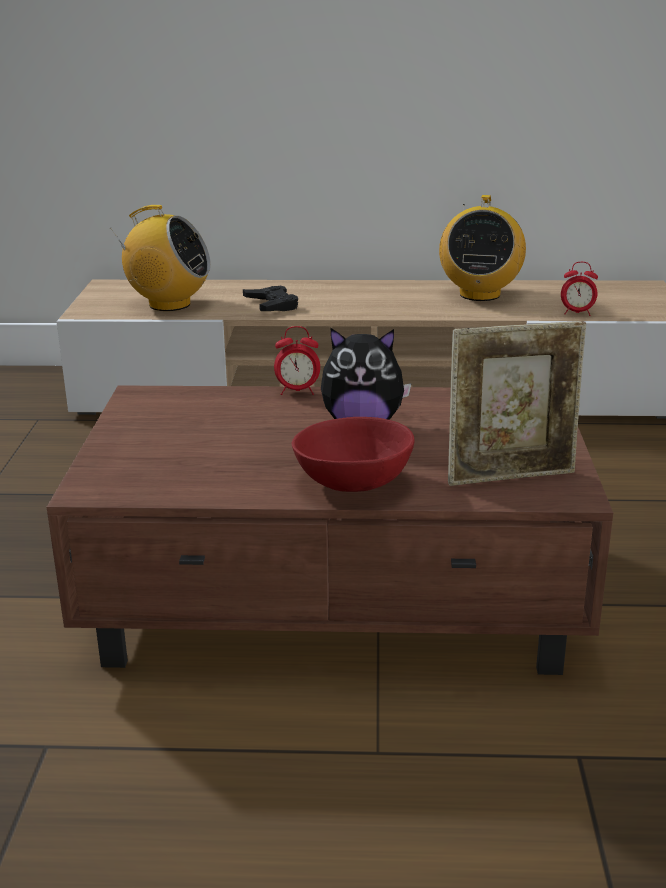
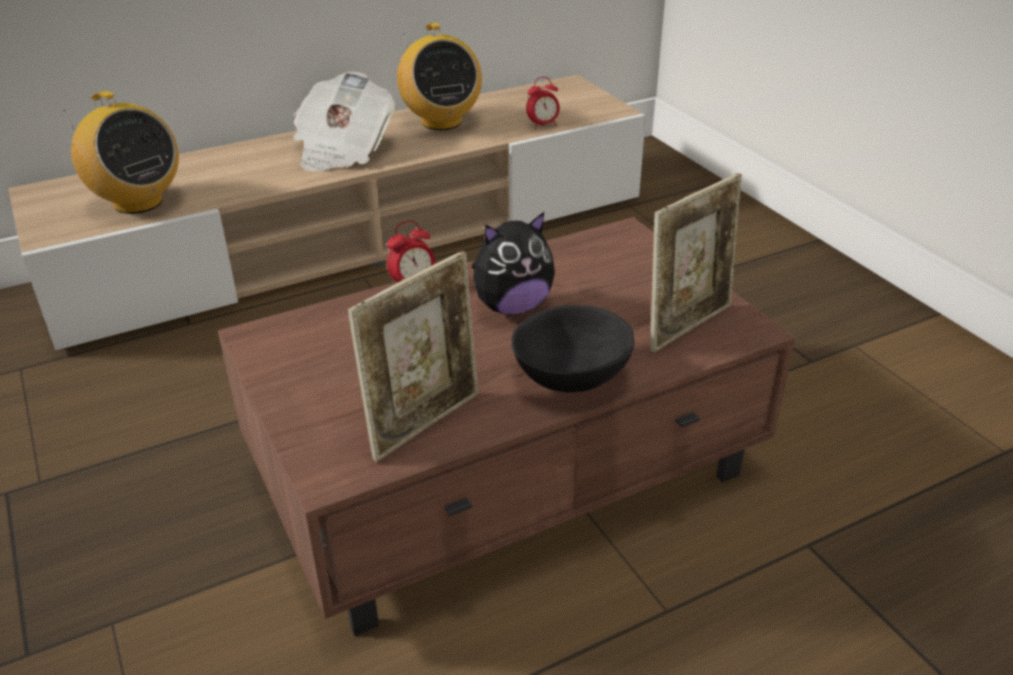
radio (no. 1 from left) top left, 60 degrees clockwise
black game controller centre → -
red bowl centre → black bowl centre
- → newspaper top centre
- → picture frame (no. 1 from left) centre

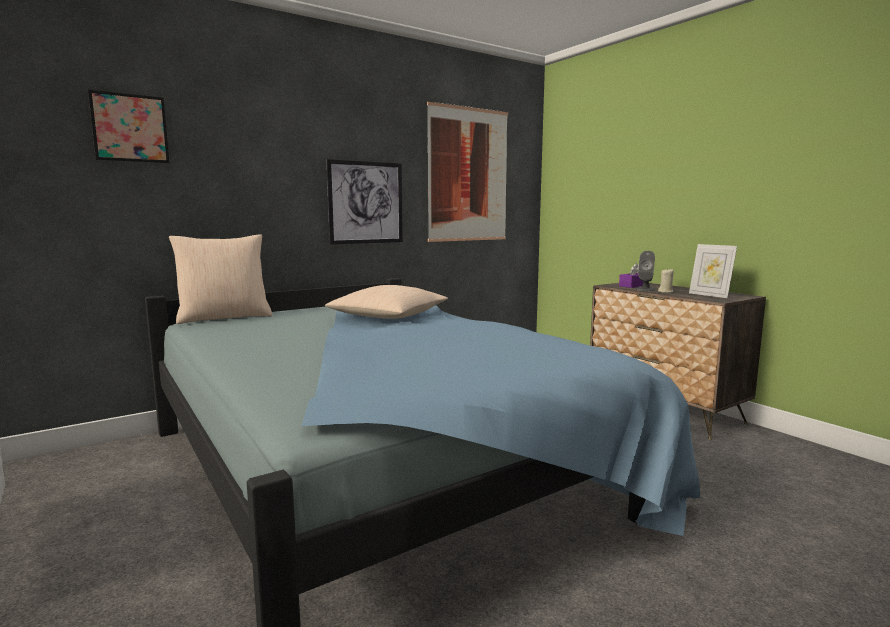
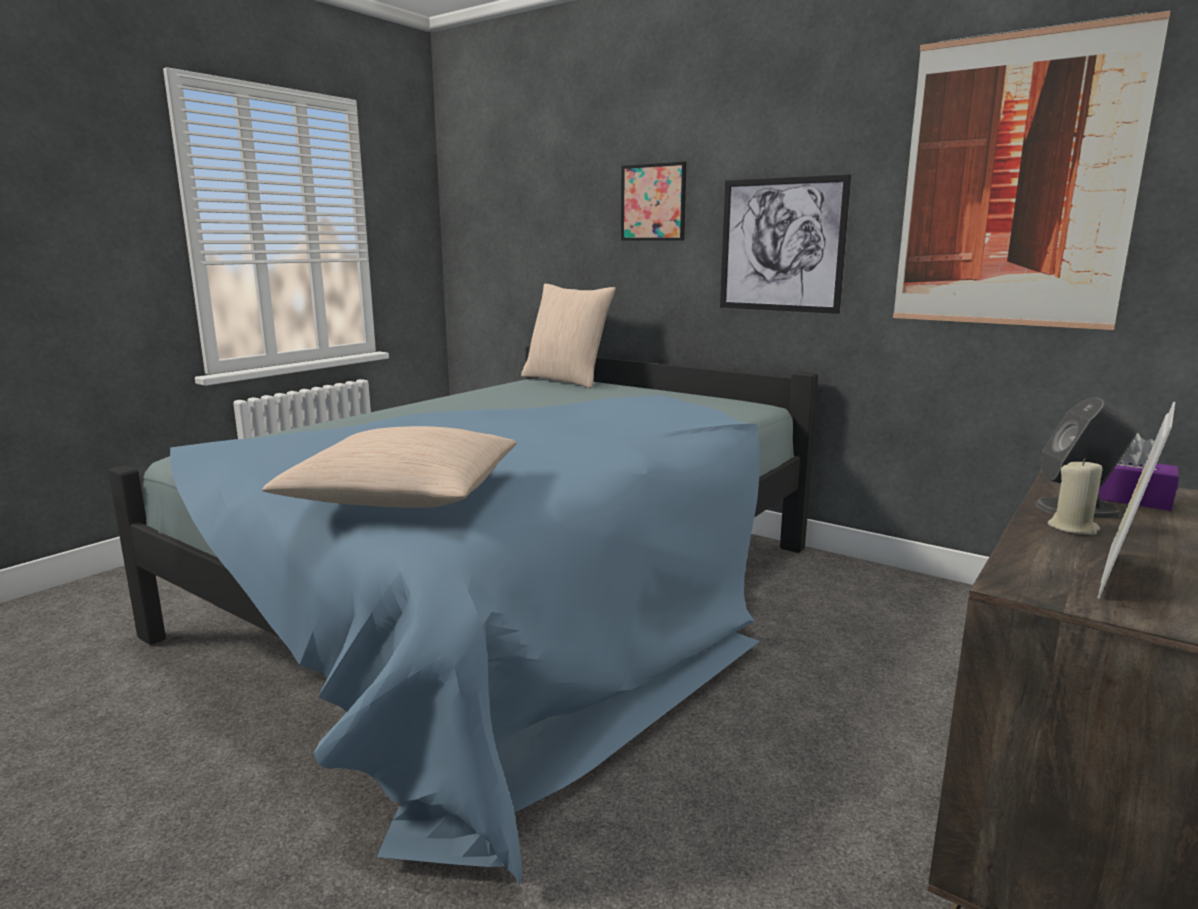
picture (no. 1 from left) top left → picture (no. 1 from left) top centre, relocated
beige pillow (no. 2 from left in the first image) centre → beige pillow (no. 1 from left) middle left, relocated

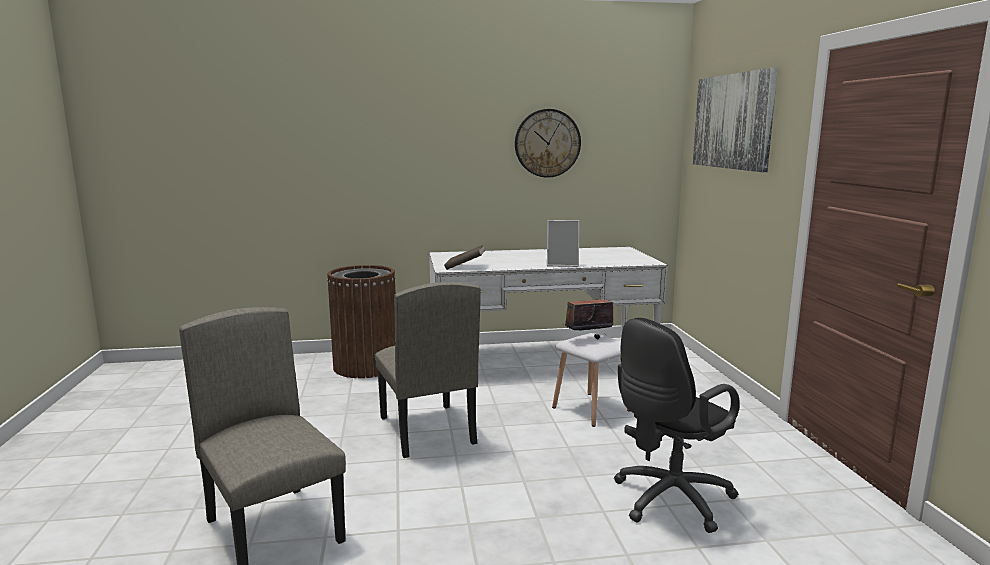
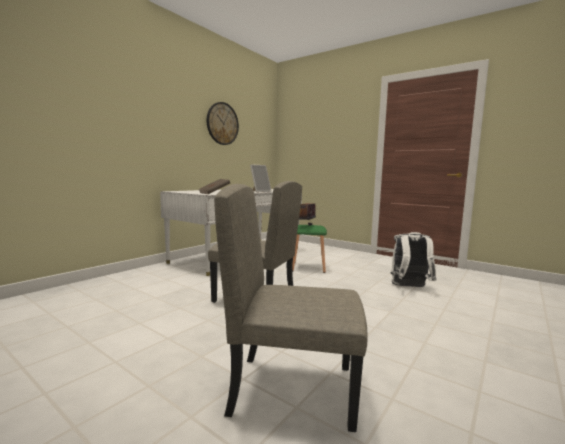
picture top right → -
brown trash can centre → -
black office chair bottom right → white backpack middle right
white stool bottom centre → green stool centre

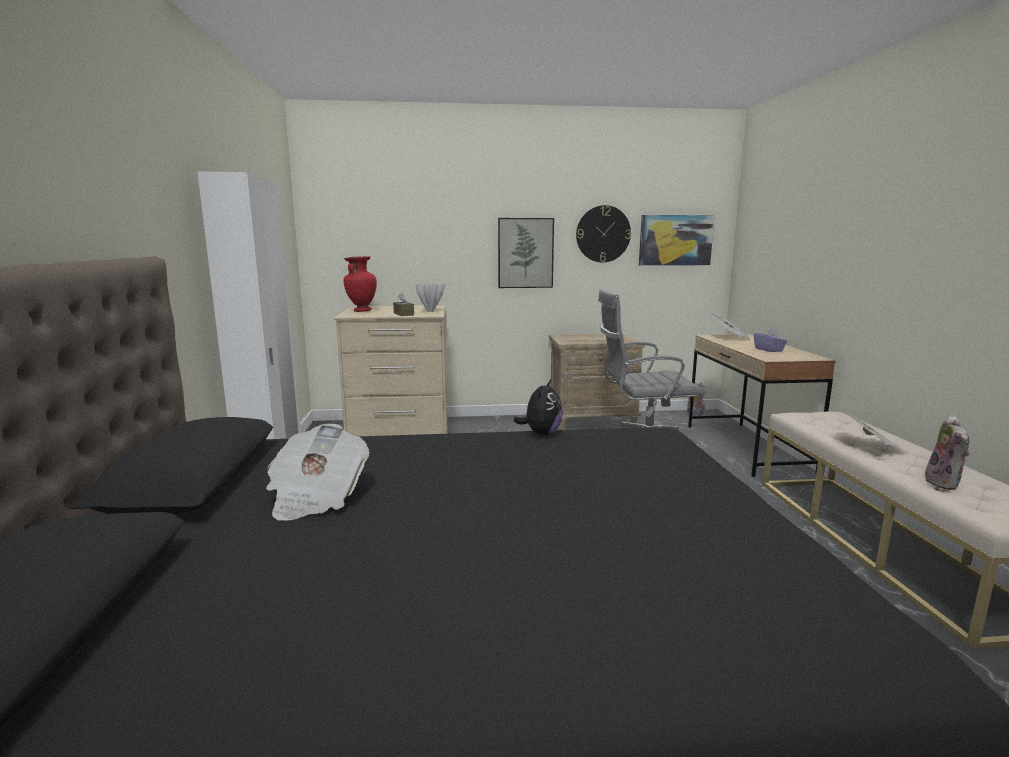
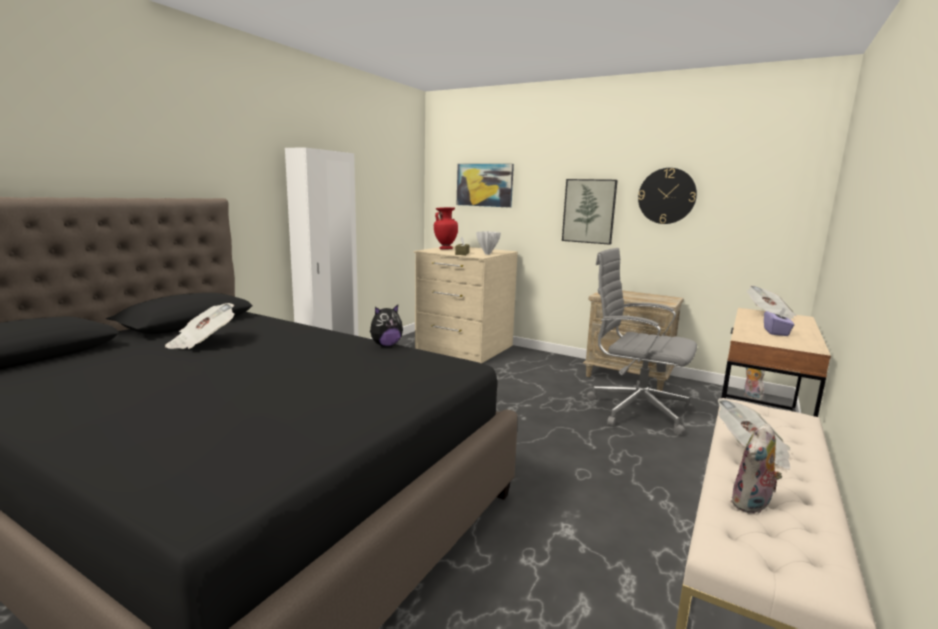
picture (no. 2 from left in the first image) top right → picture (no. 1 from left) top centre, relocated

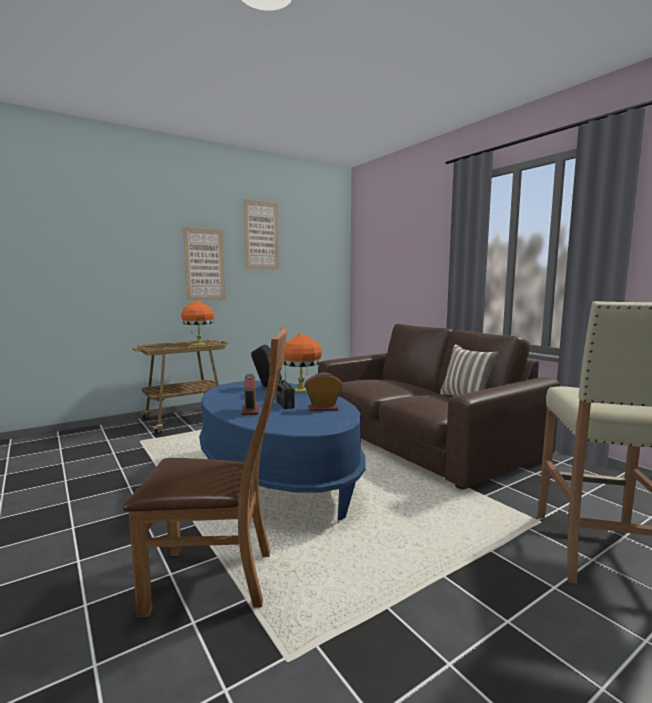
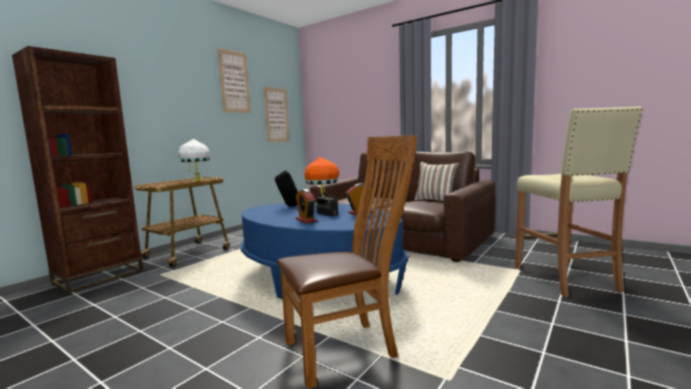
picture (no. 1 from left in the first image) middle left → picture (no. 2 from left) top centre, relocated
orange table lamp (no. 1 from left) middle left → white table lamp middle left
- → brown bookcase middle left

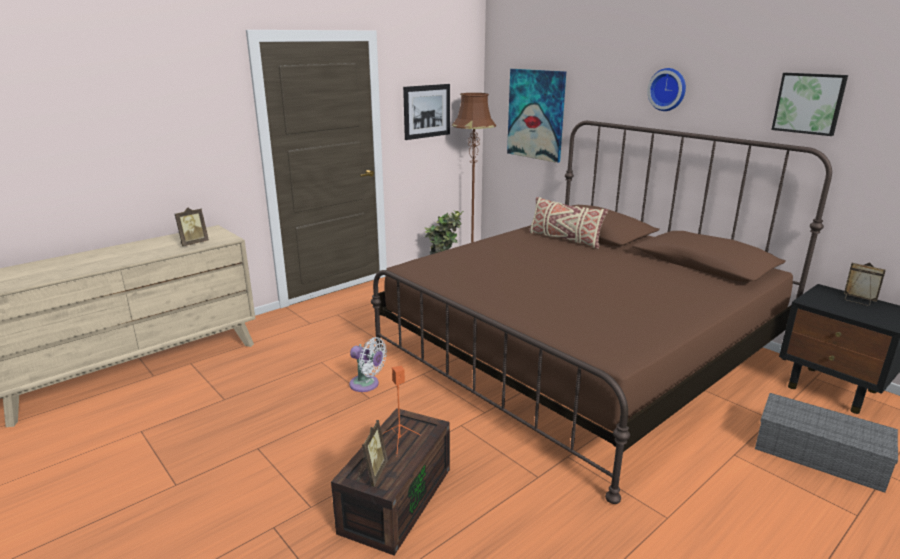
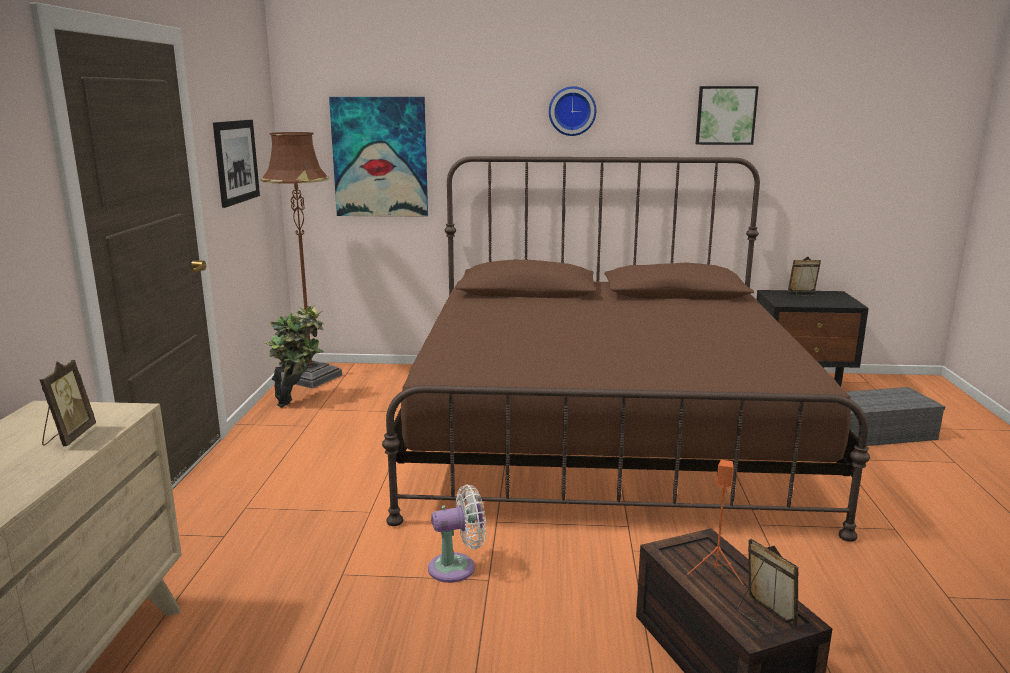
beige pillow centre → -

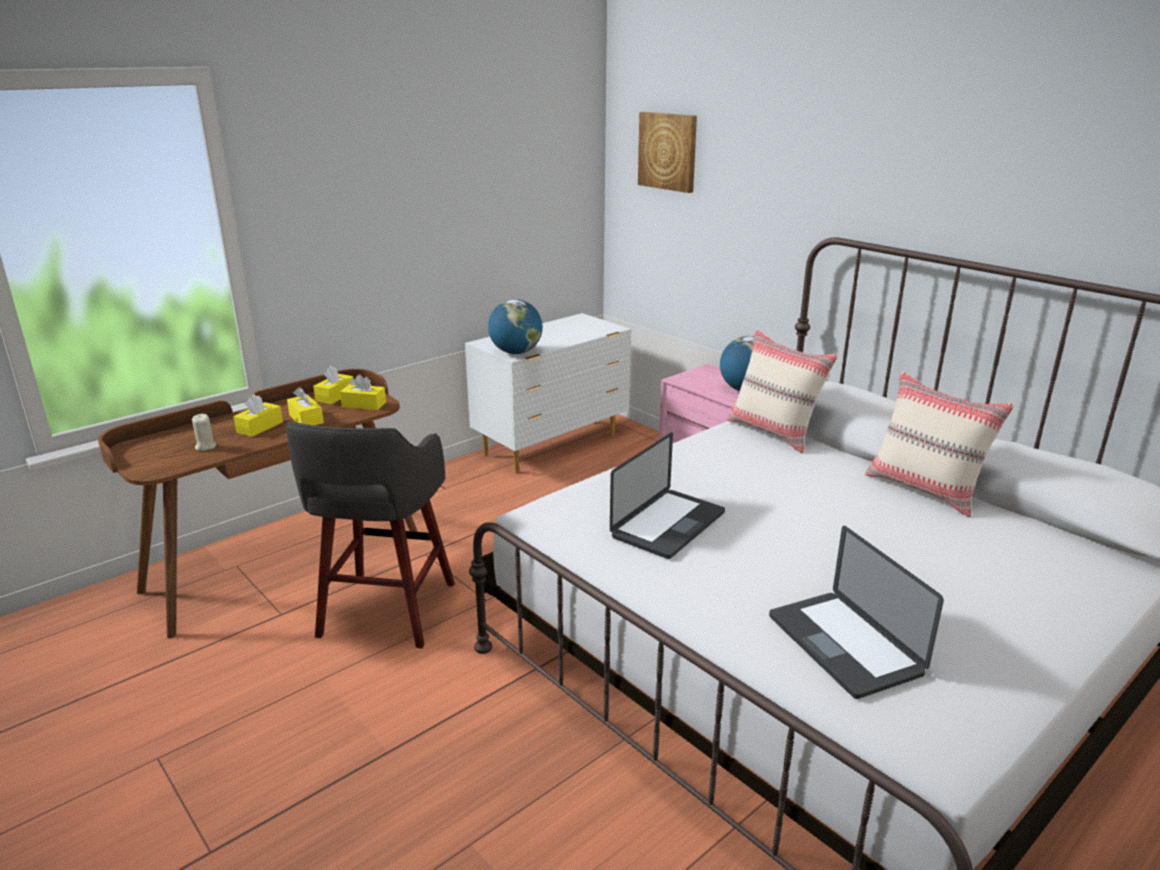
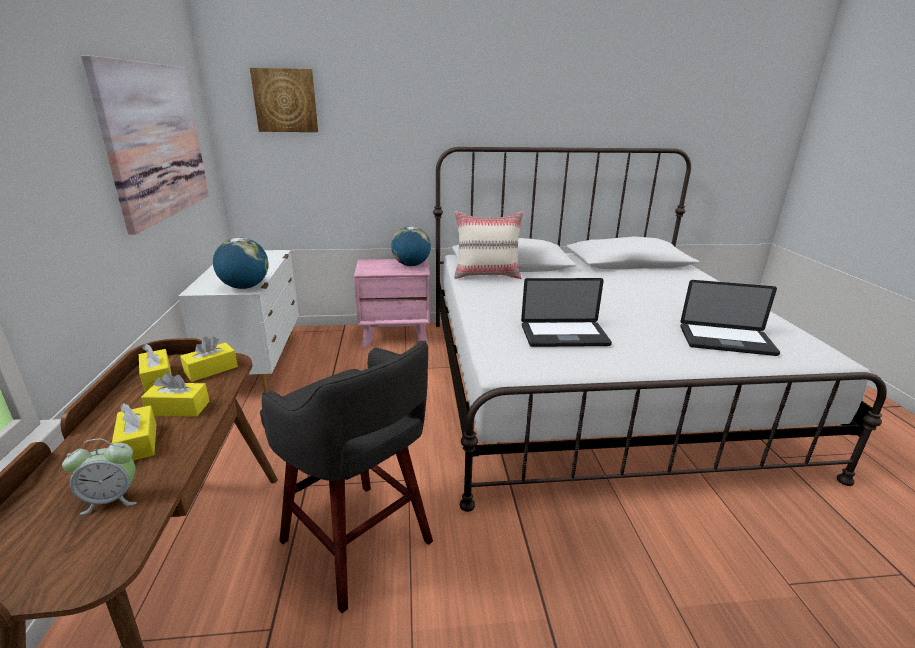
beige pillow (no. 2 from left) middle right → -
beige candle middle left → alarm clock bottom left
laptop (no. 1 from left) centre, 105 degrees clockwise
- → picture (no. 1 from left) top left

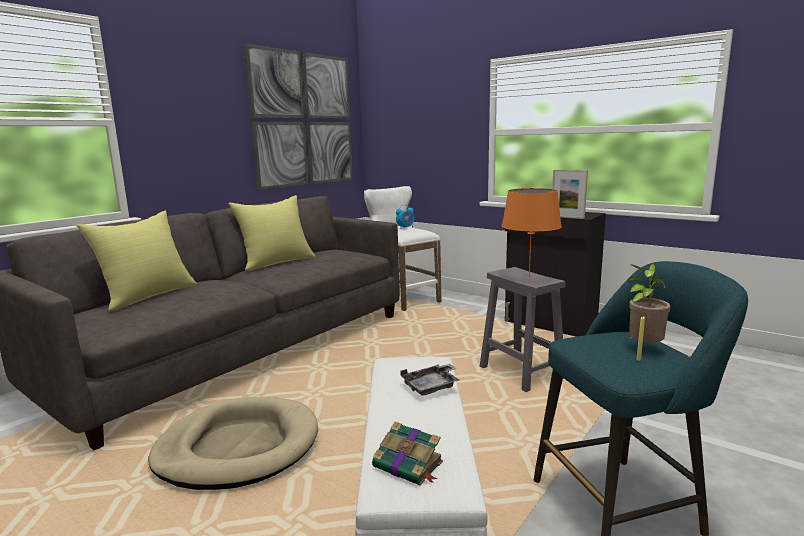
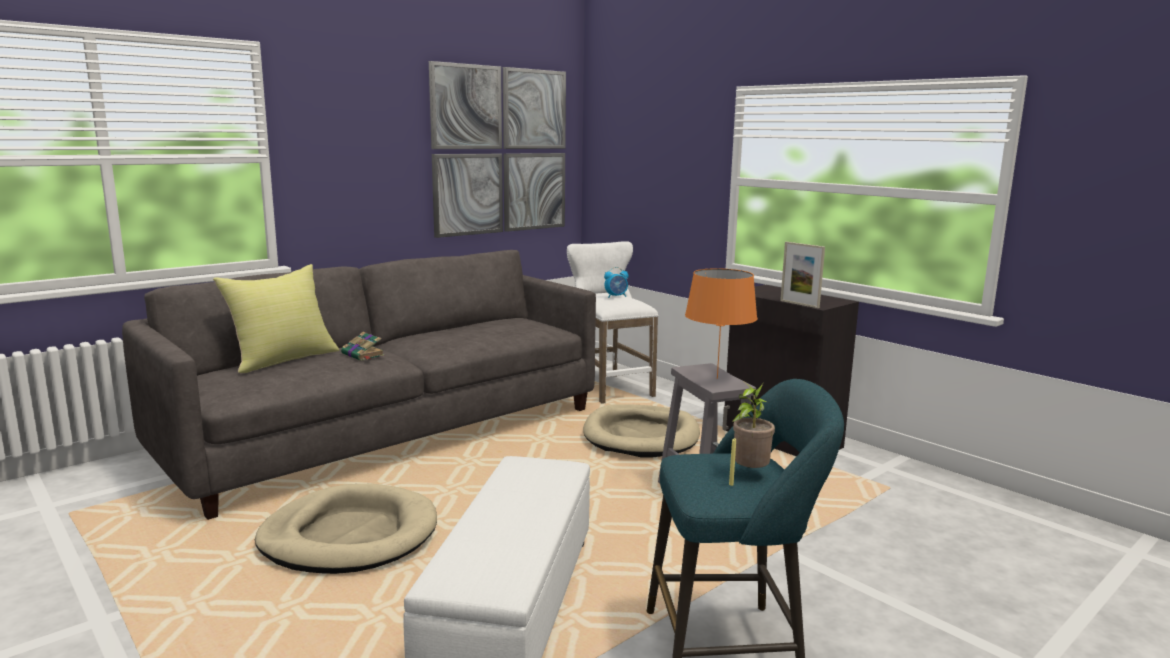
yellow pillow (no. 2 from left) centre → -
grey tray bottom centre → -
book bottom centre → book middle left, relocated
- → beige dog bed (no. 2 from left) centre

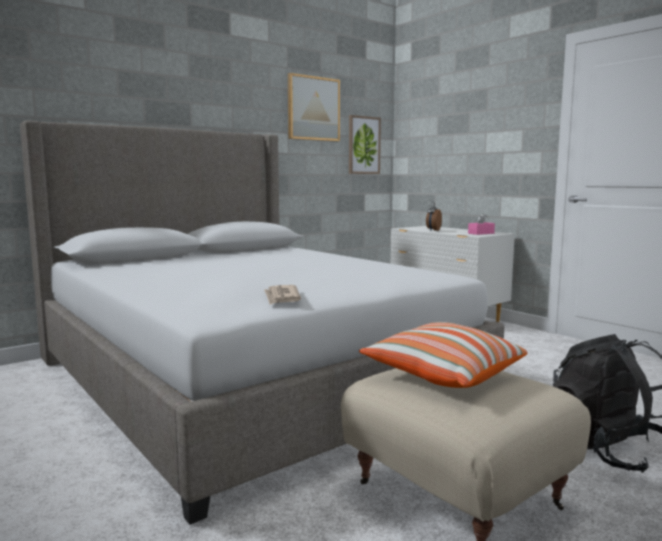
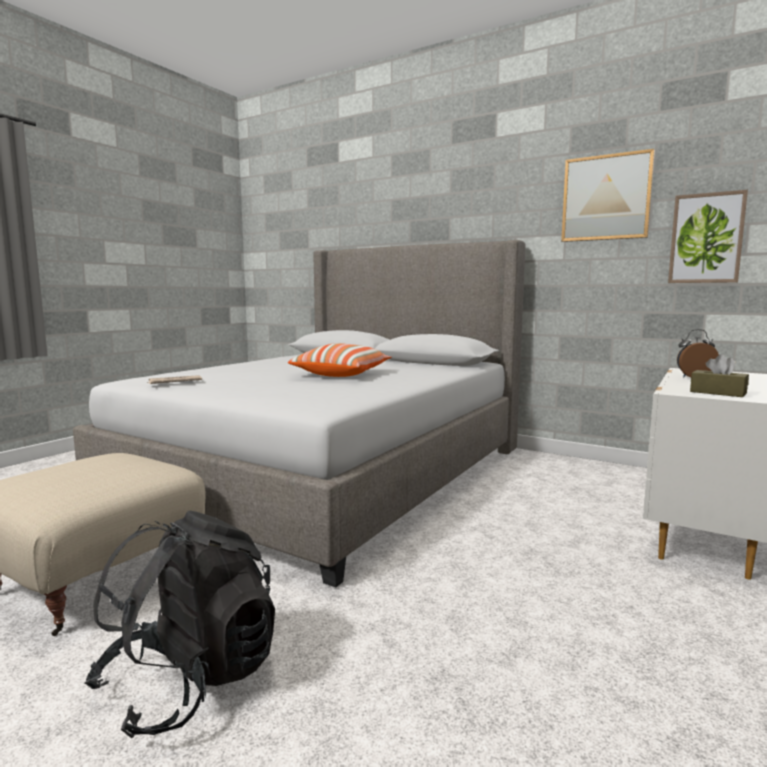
pink tissue box middle right → brown tissue box middle right
pillow middle right → pillow centre, relocated

